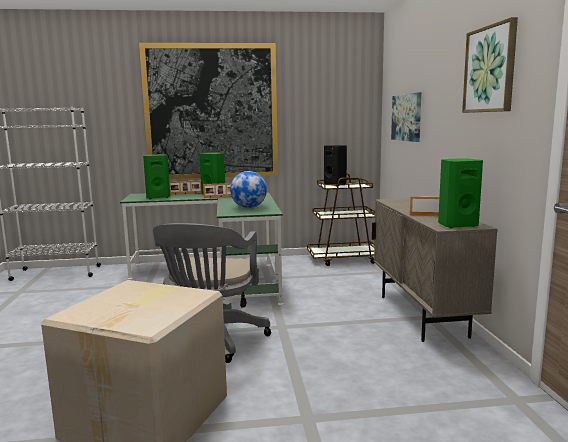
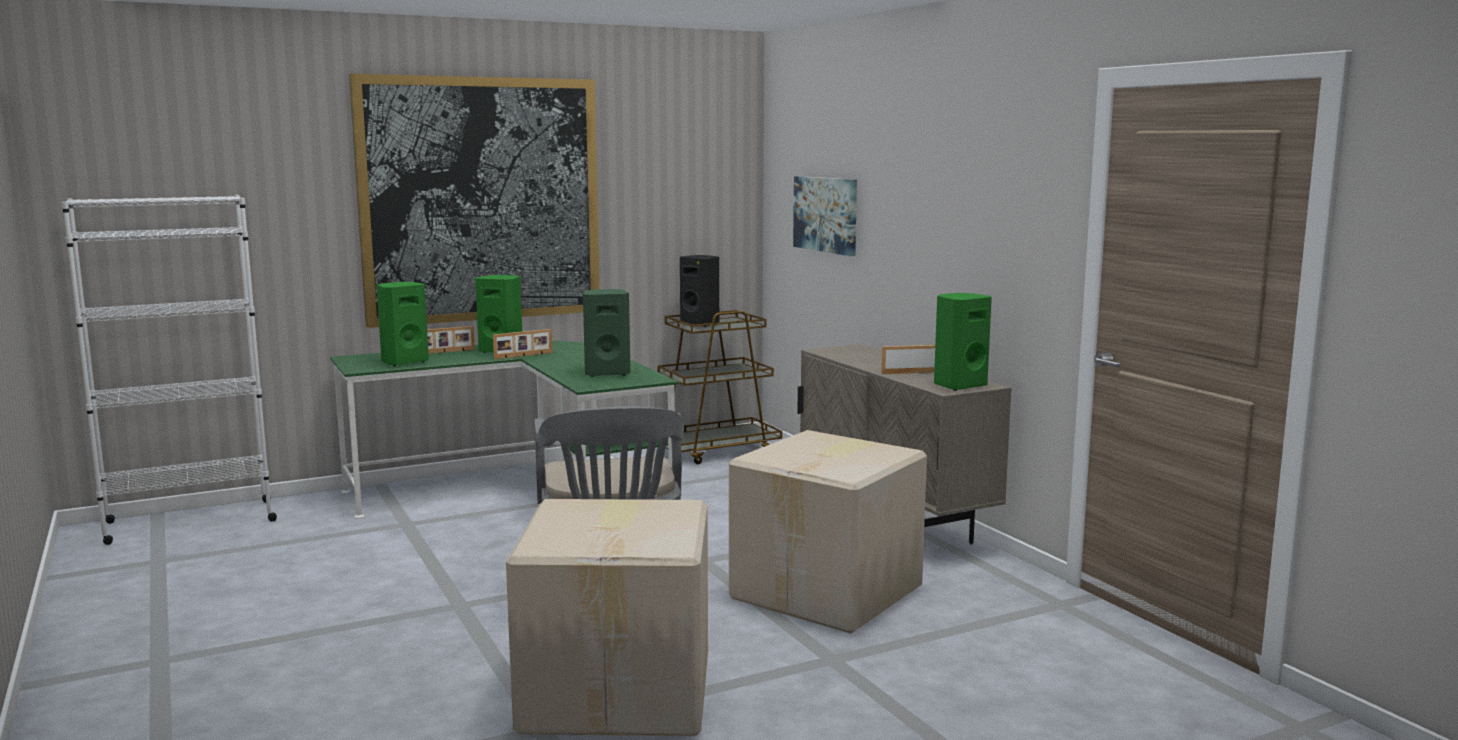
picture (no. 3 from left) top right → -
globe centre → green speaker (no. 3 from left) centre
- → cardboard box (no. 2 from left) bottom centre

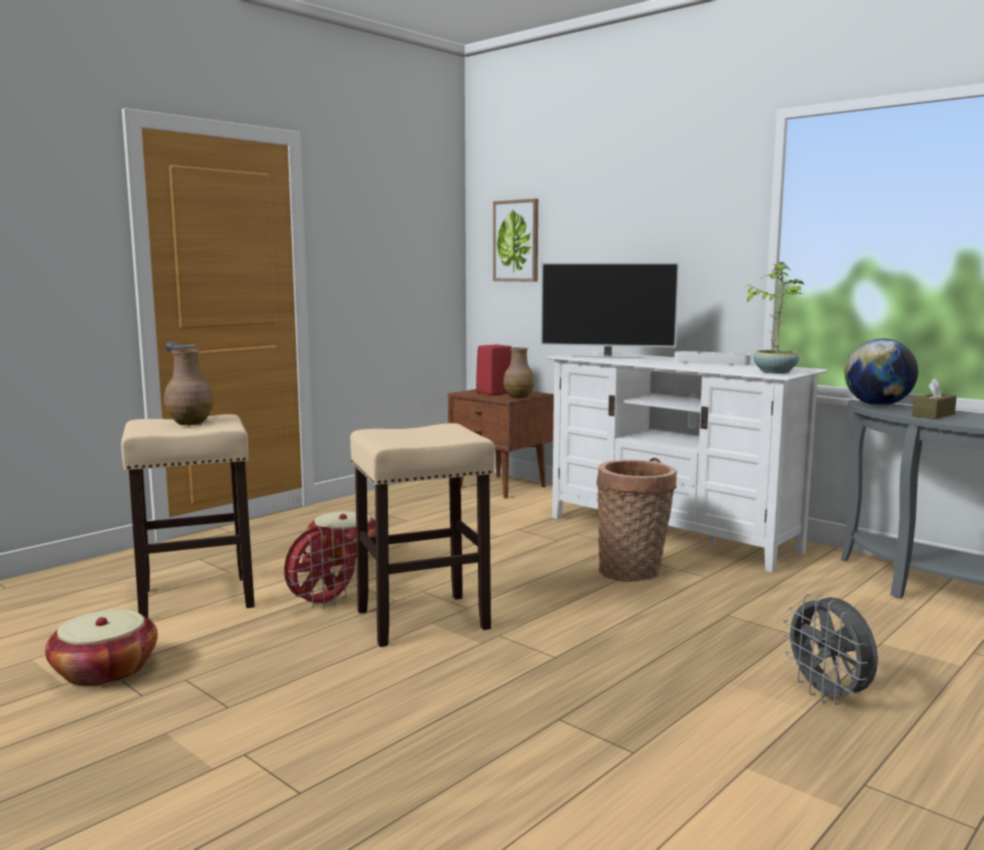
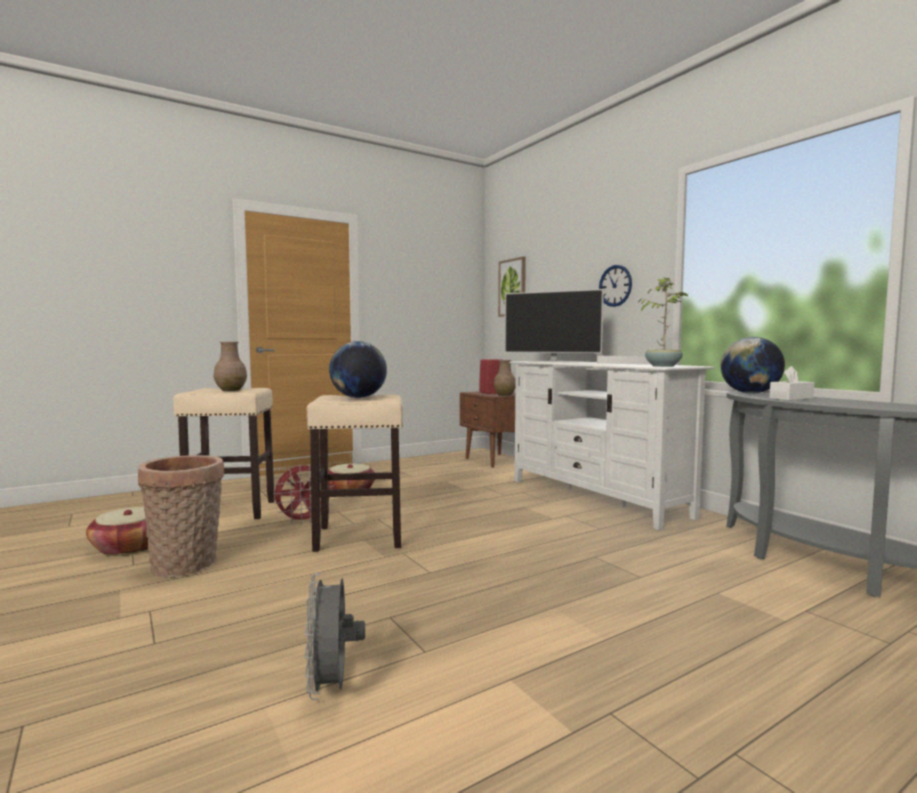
brown tissue box middle right → white tissue box middle right
basket (no. 3 from left in the first image) centre → basket (no. 2 from left) middle left, relocated
grey fan bottom right → grey fan bottom centre, relocated
- → wall clock middle right
- → globe (no. 1 from left) centre

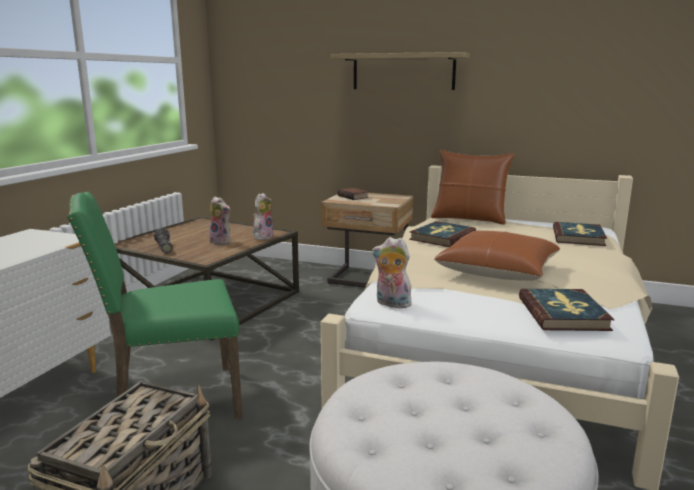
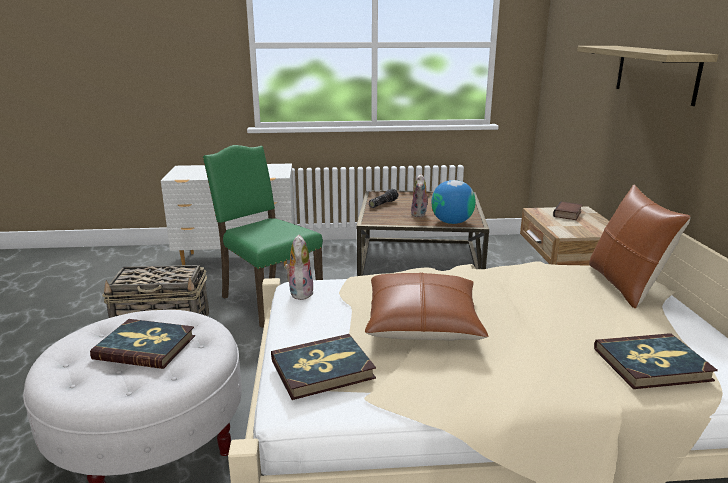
plush toy (no. 2 from left) centre → globe centre
book (no. 2 from left in the first image) centre → book (no. 1 from left) bottom left, relocated

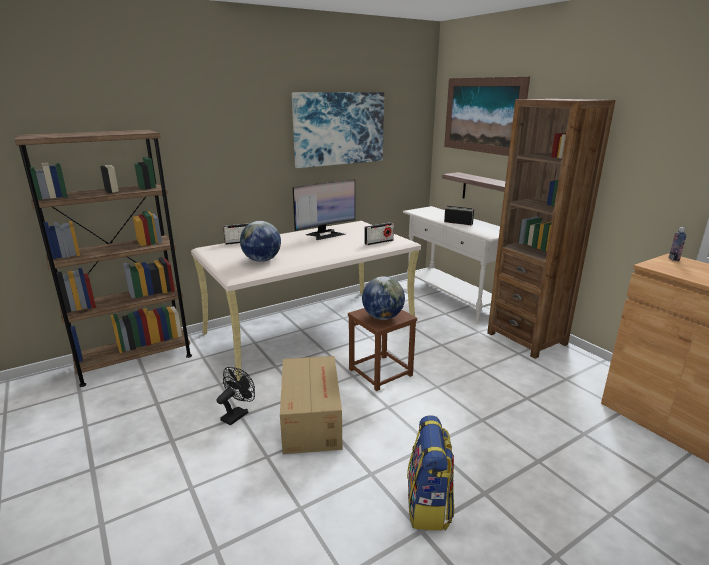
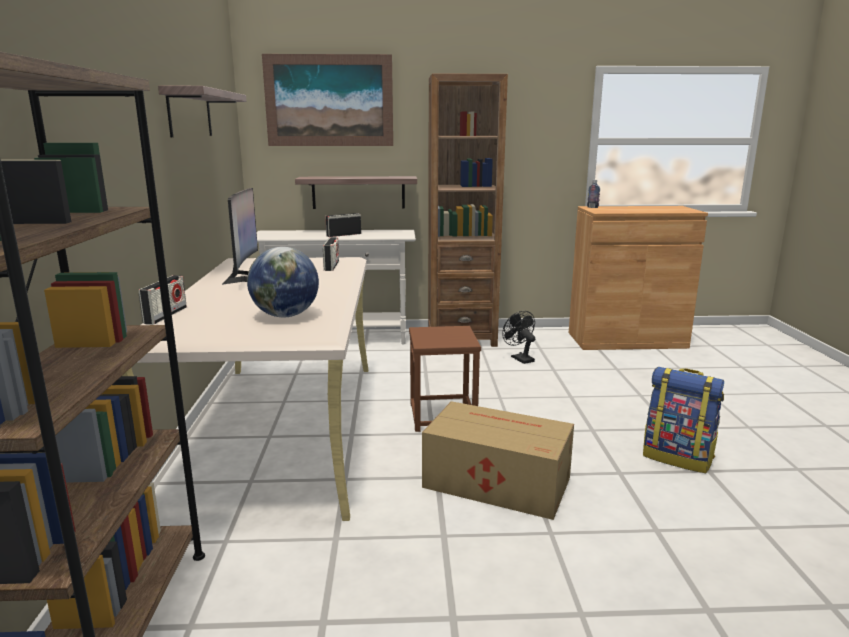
picture (no. 1 from left) top centre → shelf (no. 1 from left) top left
globe (no. 2 from left) centre → -
black fan bottom left → black fan centre, relocated

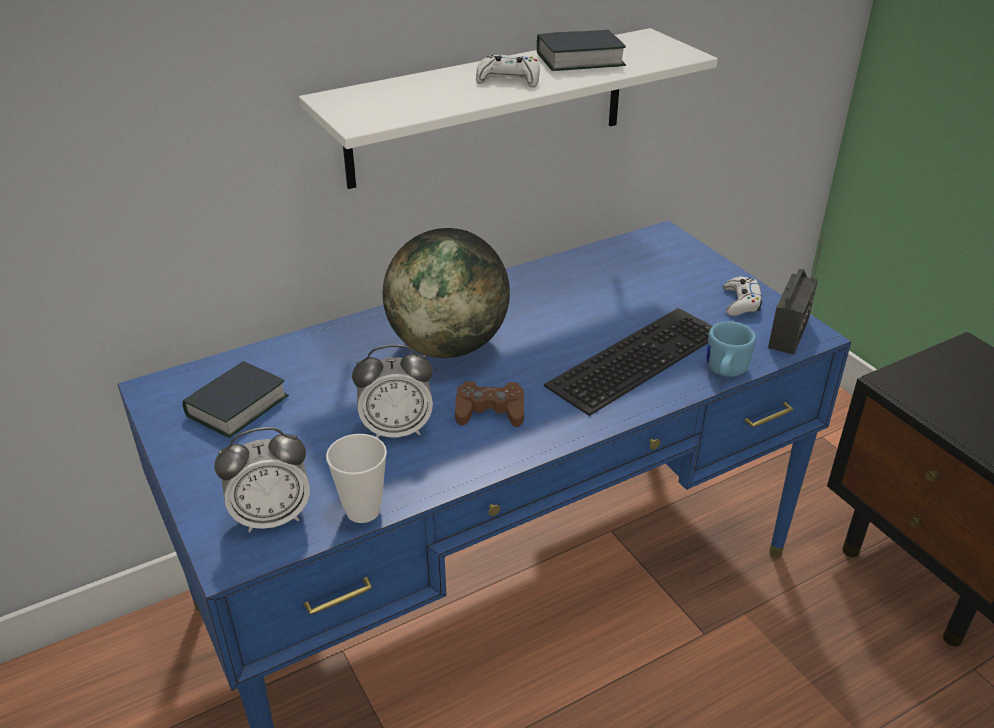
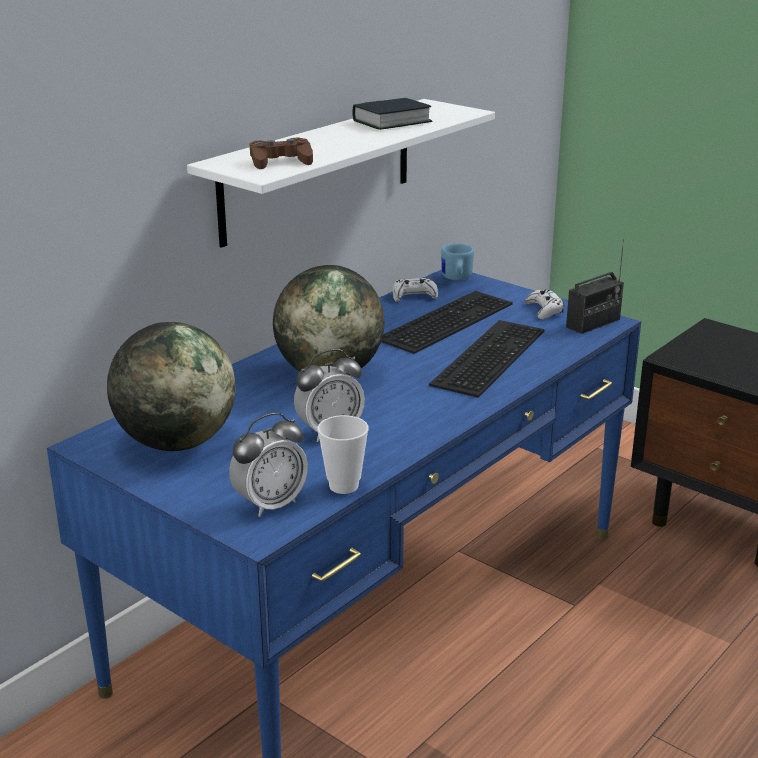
white game controller (no. 1 from left) top centre → white game controller (no. 1 from left) centre, relocated
radio middle right, 45 degrees clockwise
blue mug middle right → blue mug centre, relocated
book (no. 1 from left) middle left → globe (no. 1 from left) middle left
brown game controller centre → brown game controller top centre, relocated
- → keyboard (no. 1 from left) centre

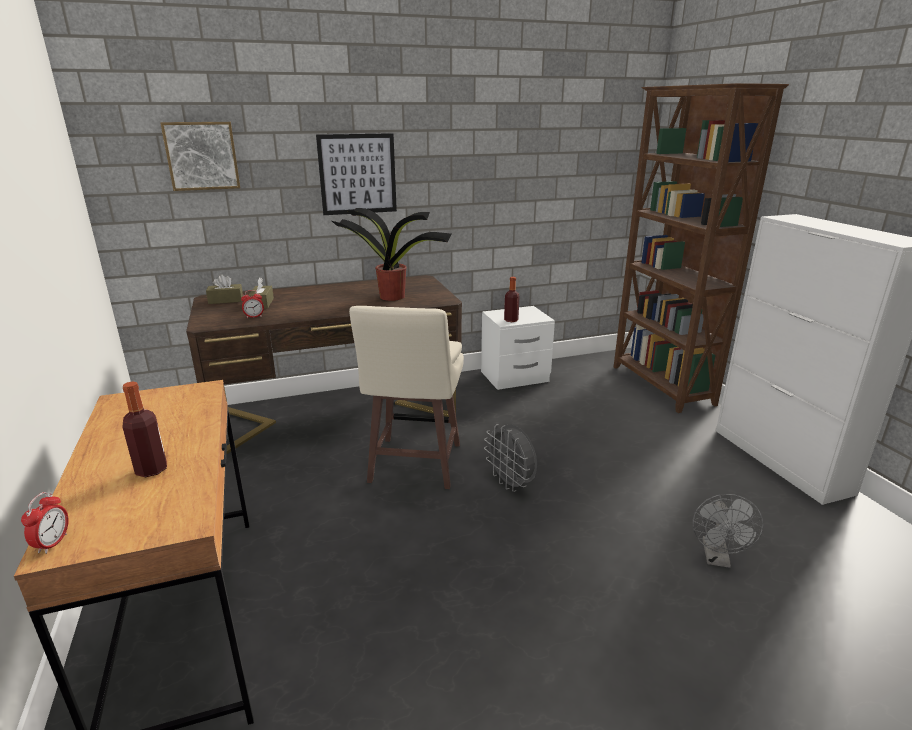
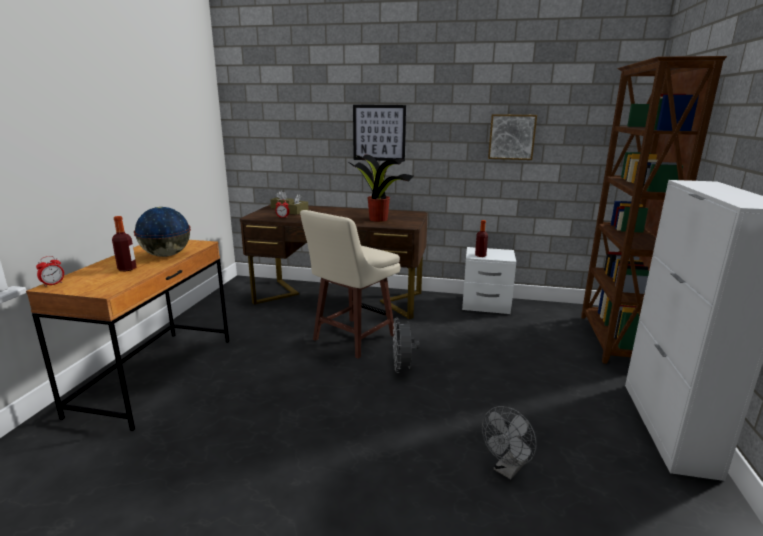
picture (no. 1 from left in the first image) top left → picture (no. 2 from left) top right, relocated
- → globe middle left

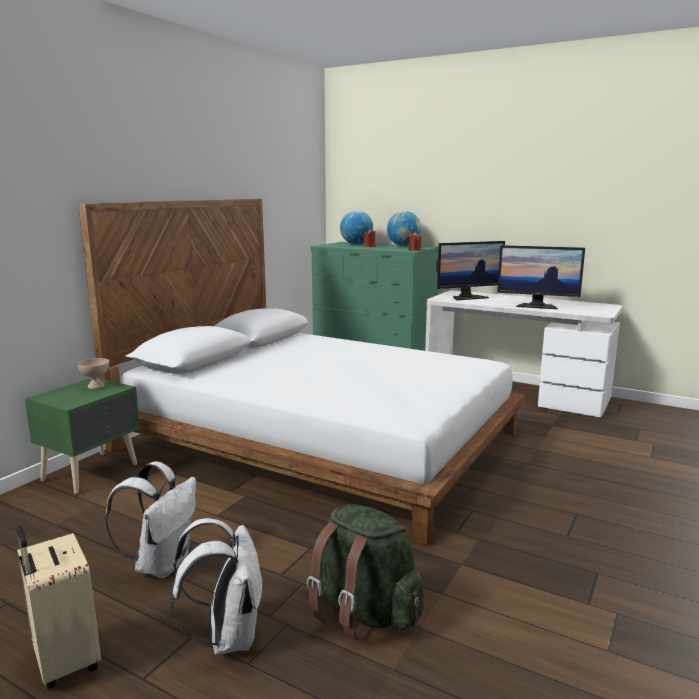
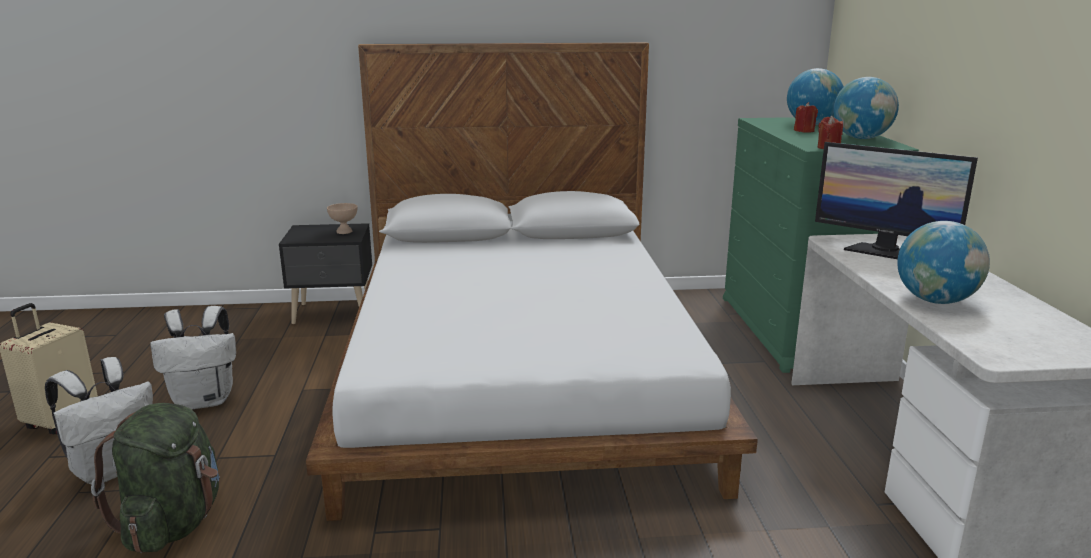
monitor (no. 2 from left) middle right → globe (no. 3 from left) middle right
green nightstand middle left → black nightstand middle left

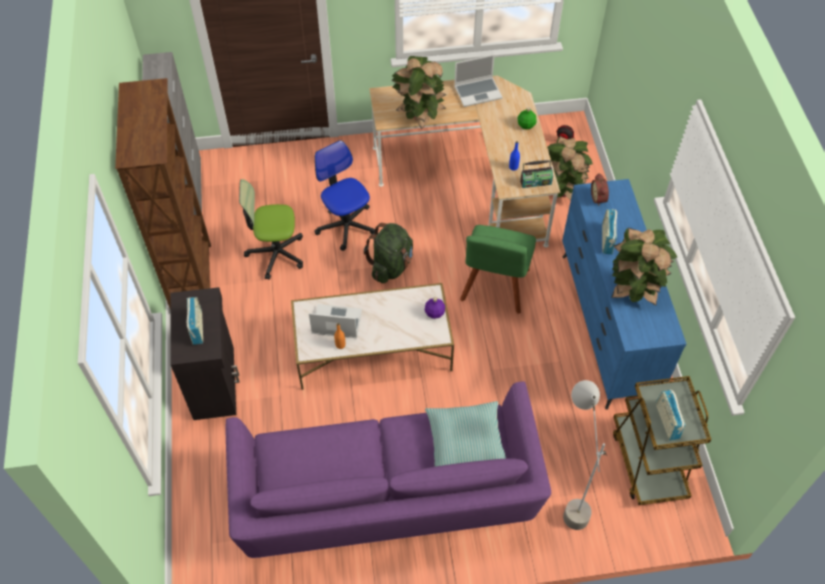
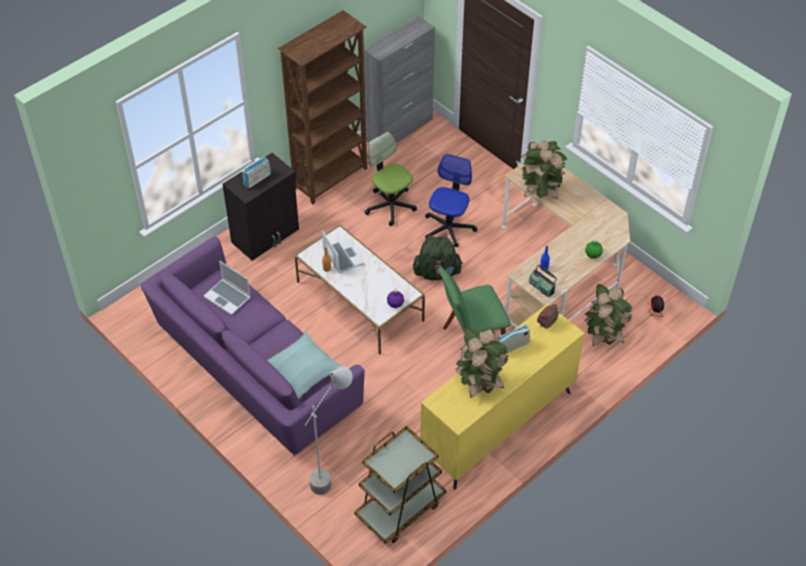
laptop (no. 2 from left in the first image) top centre → laptop (no. 1 from left) middle left, relocated
blue dresser middle right → yellow dresser bottom centre
radio (no. 4 from left) bottom right → -

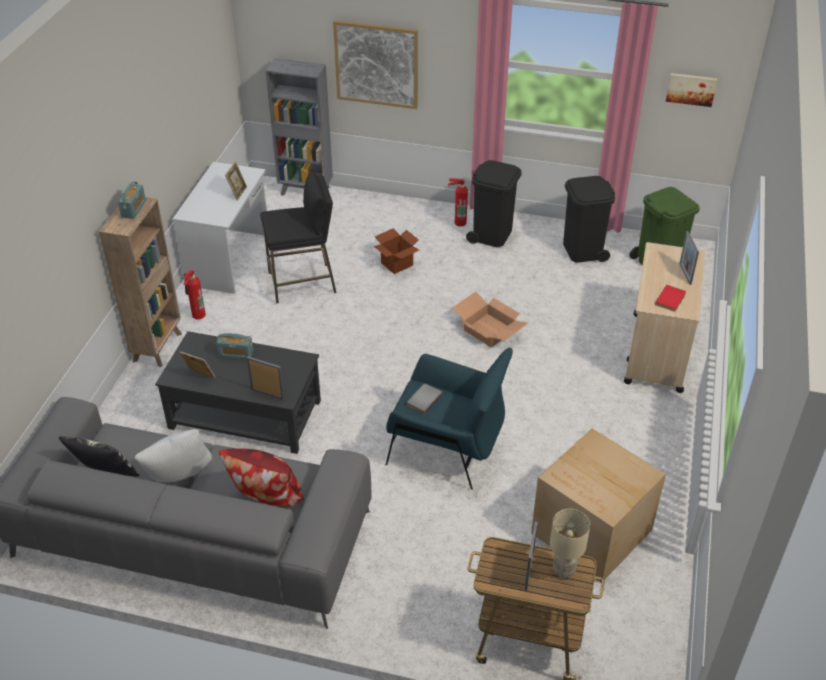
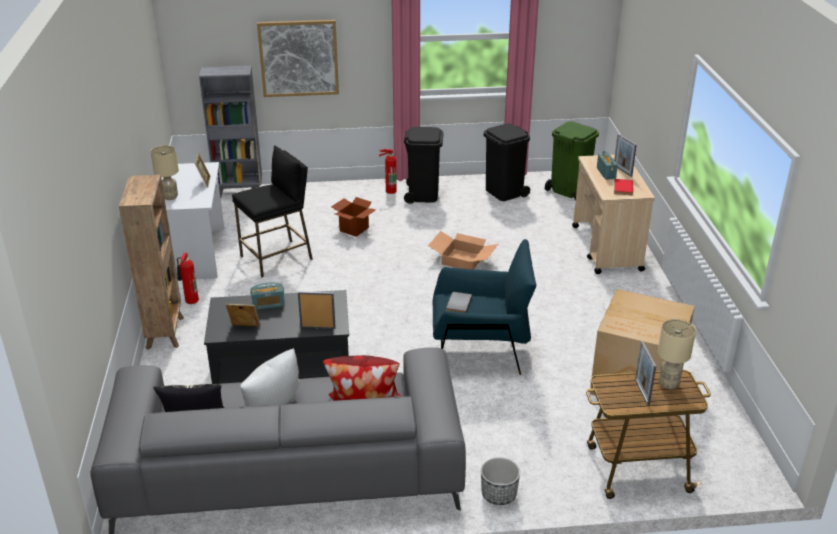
picture (no. 2 from left) top right → -
radio (no. 1 from left in the first image) top left → radio (no. 2 from left) top right, relocated
- → beige table lamp (no. 1 from left) top left
- → planter bottom centre

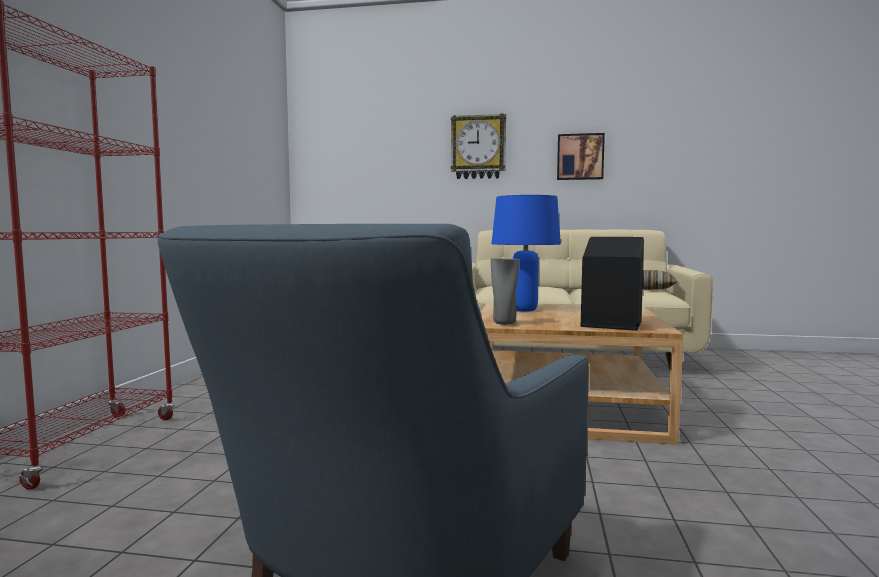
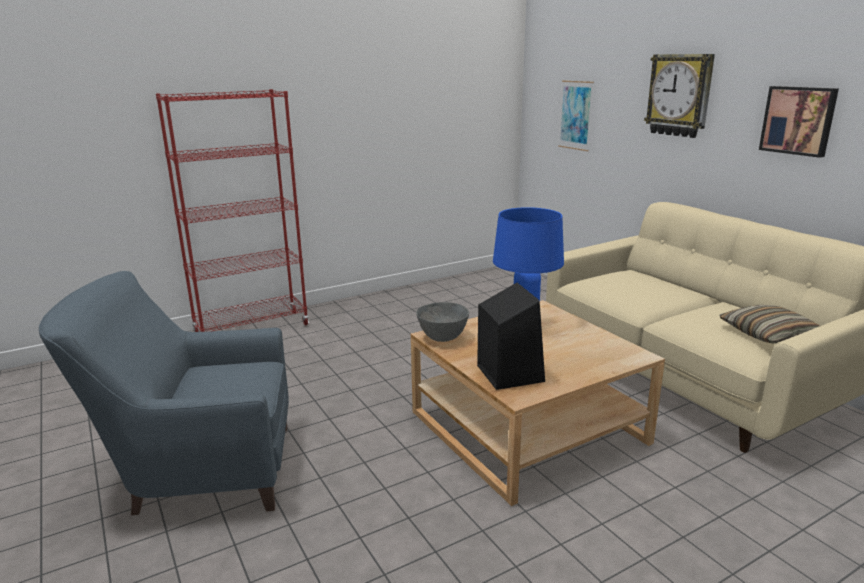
grey vase centre → grey bowl centre
- → picture (no. 1 from left) top right

